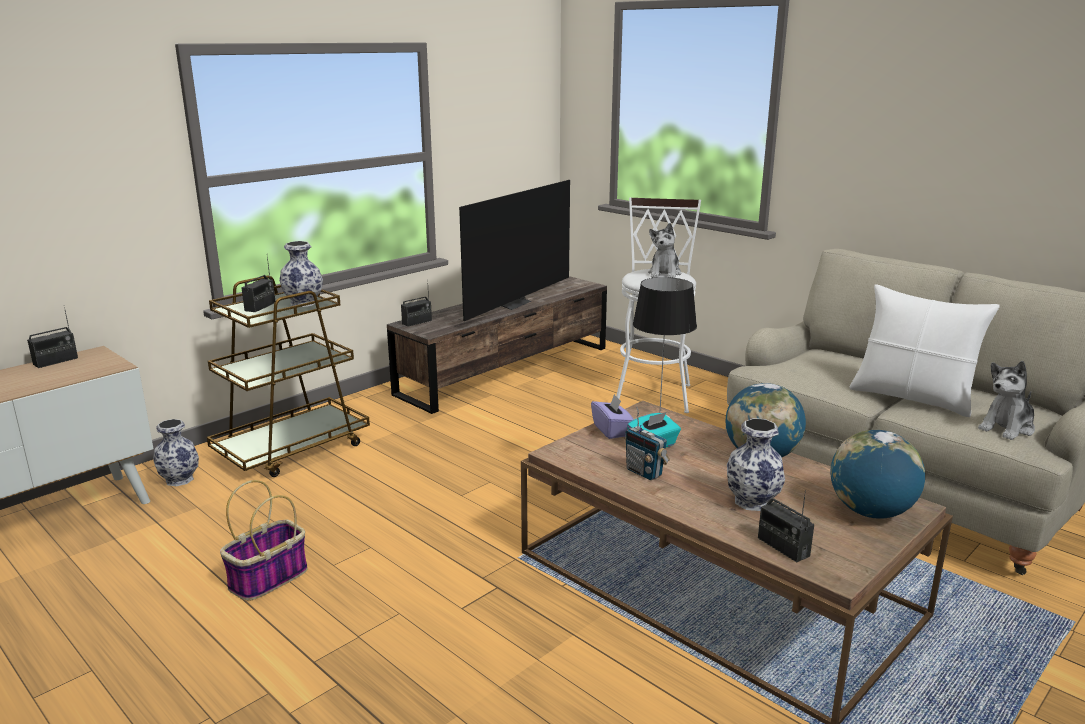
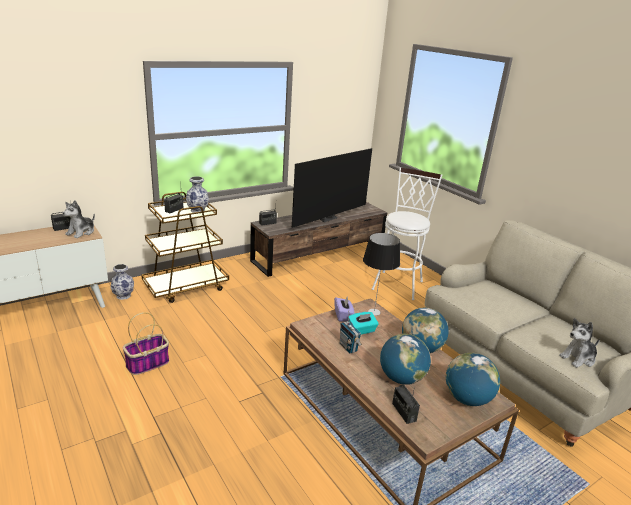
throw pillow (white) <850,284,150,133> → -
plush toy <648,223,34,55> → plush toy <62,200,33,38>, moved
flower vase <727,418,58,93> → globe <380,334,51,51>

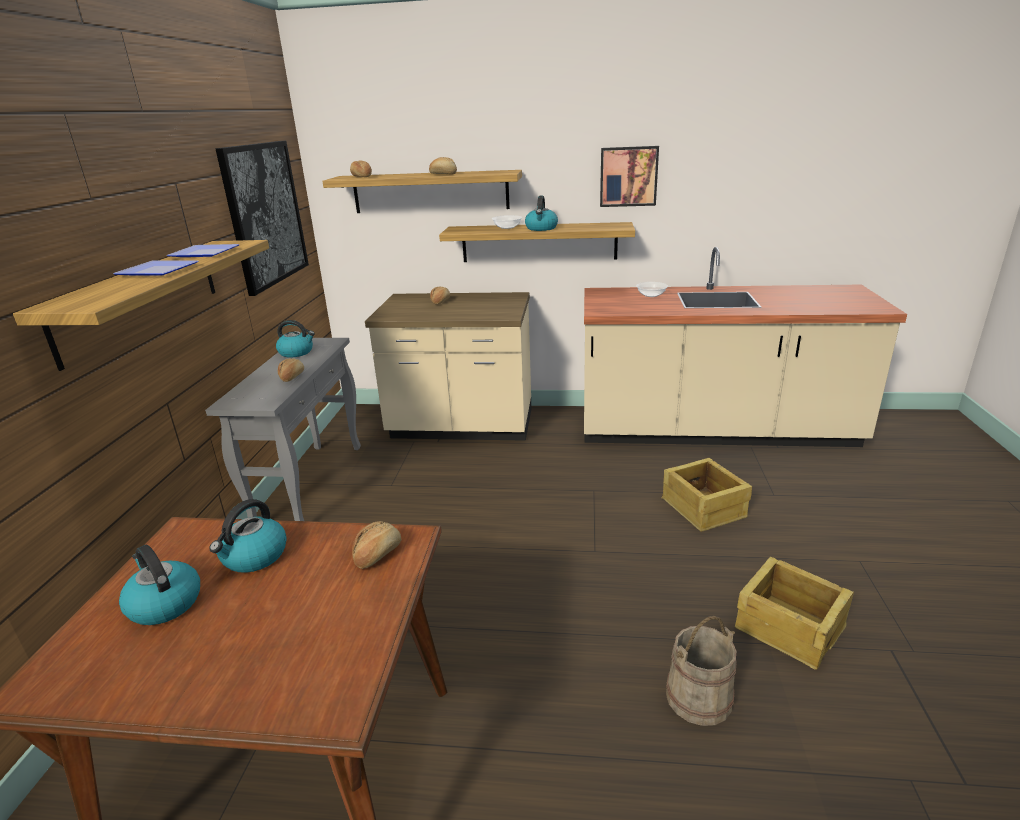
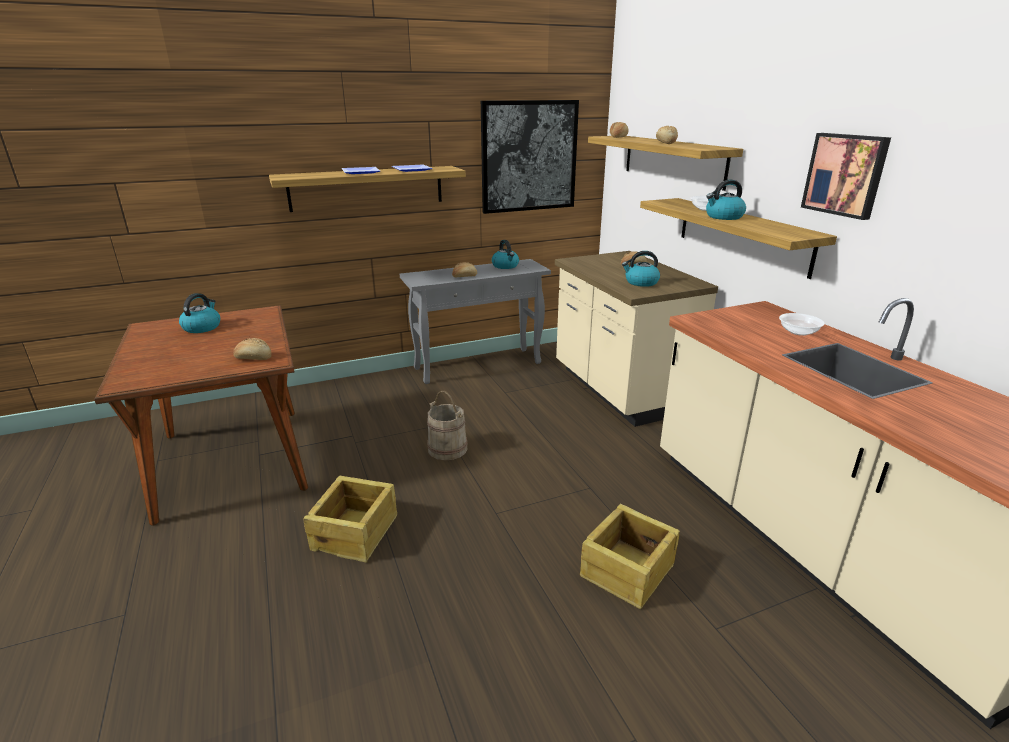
tea kettle <209,499,78,73> → tea kettle <622,251,38,36>, moved
bucket (sand-coloured) <666,616,70,110> → bucket (sand-coloured) <427,391,41,69>, moved
shipping crate <735,557,119,113> → shipping crate <303,476,94,87>, moved

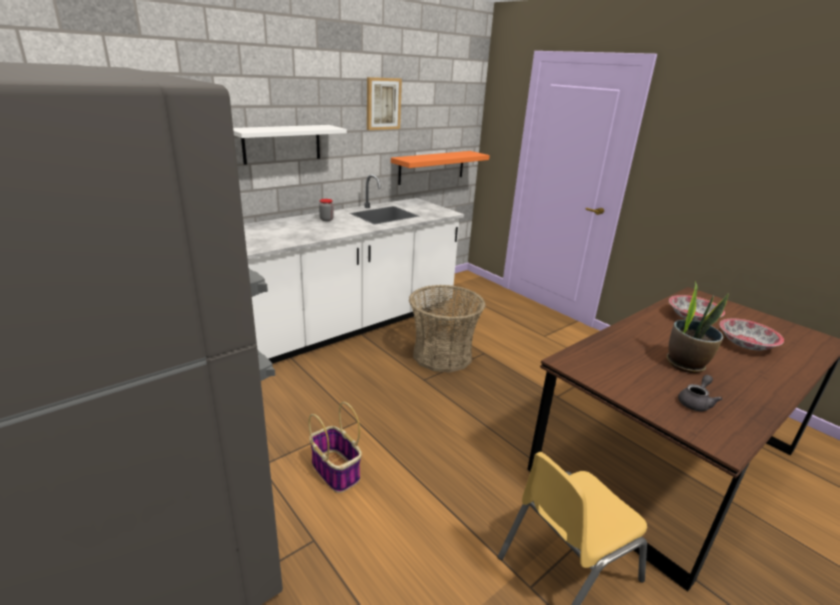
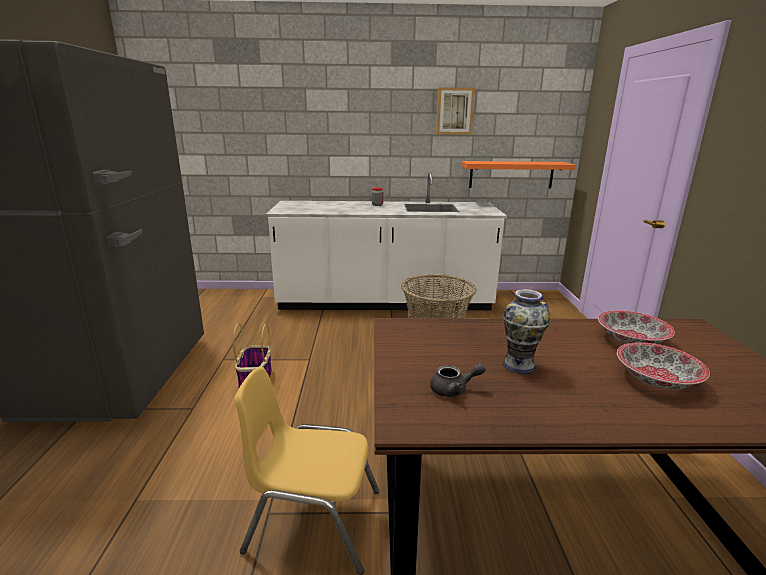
shelf (white) <233,125,114,40> → -
houseplant <667,282,62,91> → flower vase <502,289,49,85>

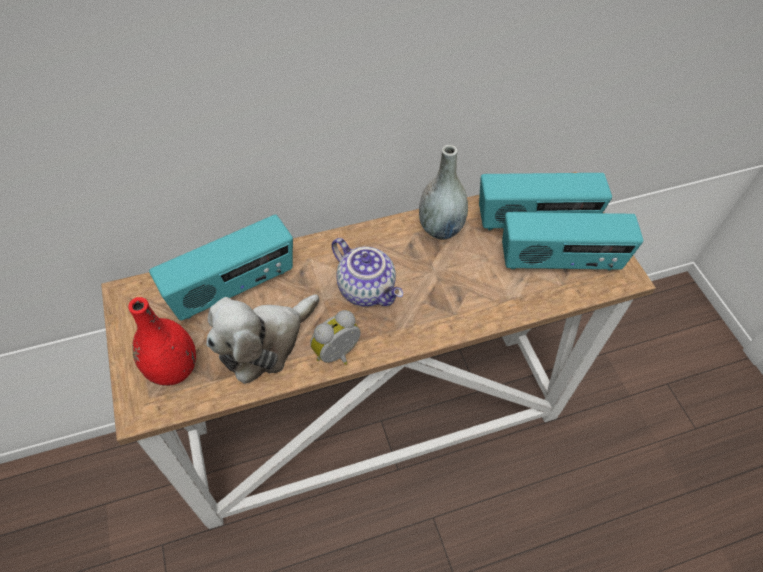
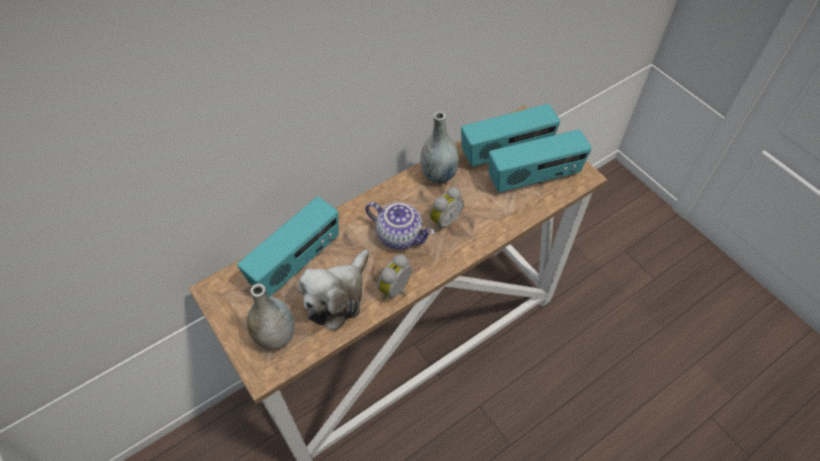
- → bedside clock <430,187,34,45>
flower vase (red) <128,297,68,89> → flower vase (greyish) <247,284,48,66>

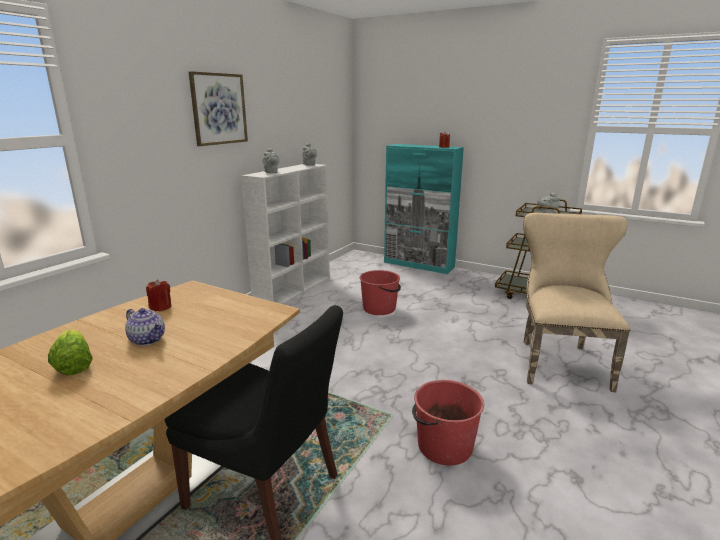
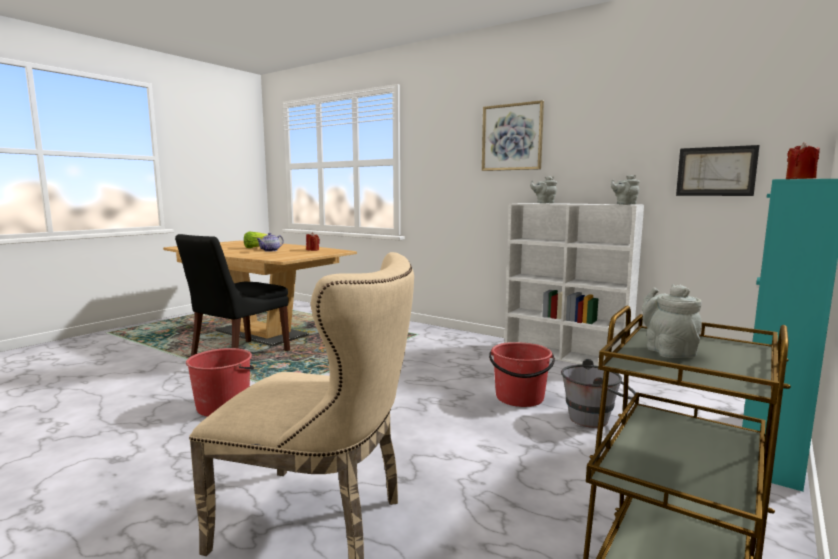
- → bucket (greyish) <561,359,75,69>
- → wall art <676,145,84,51>

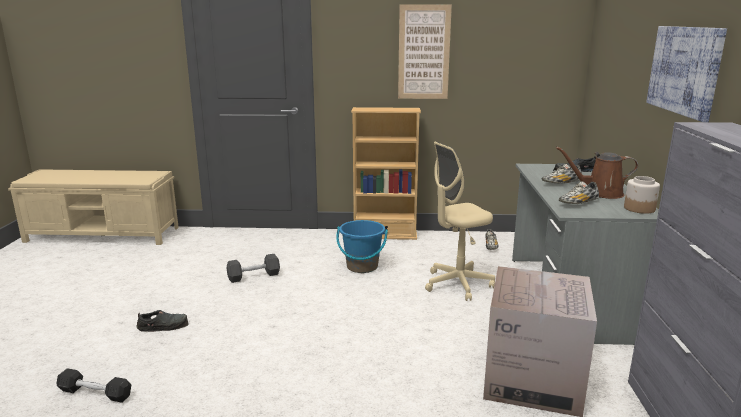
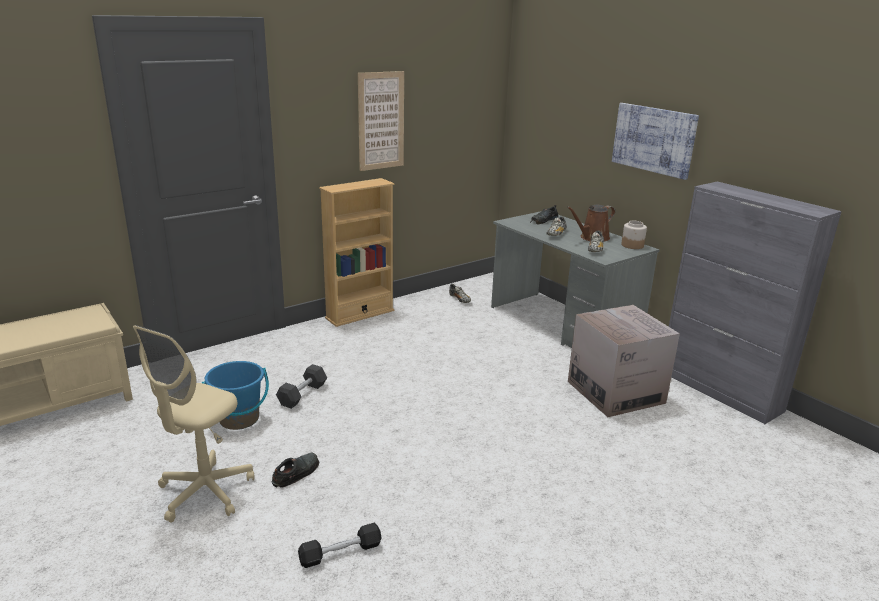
bucket (blue) <336,220,52,53> → bucket (blue) <202,361,67,69>, moved
desk chair (sand-coloured) <425,142,70,159> → desk chair (sand-coloured) <133,325,122,197>, moved

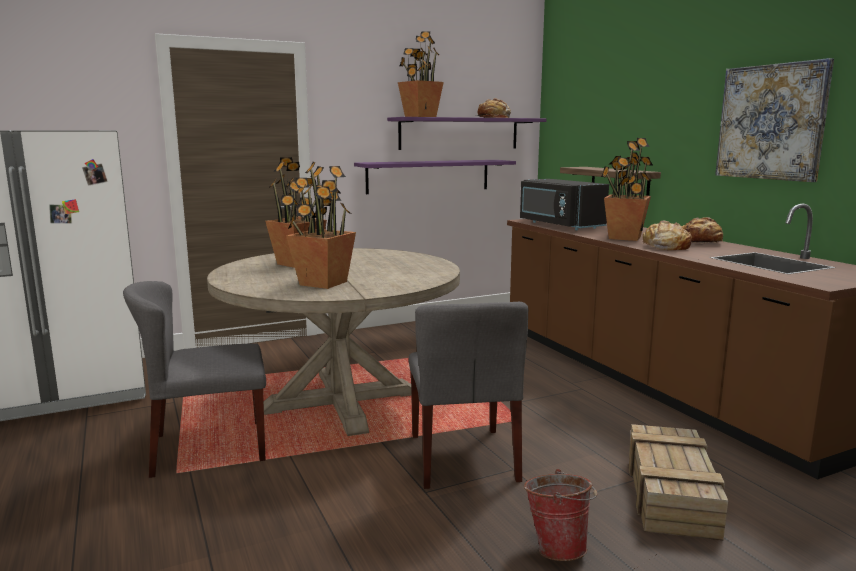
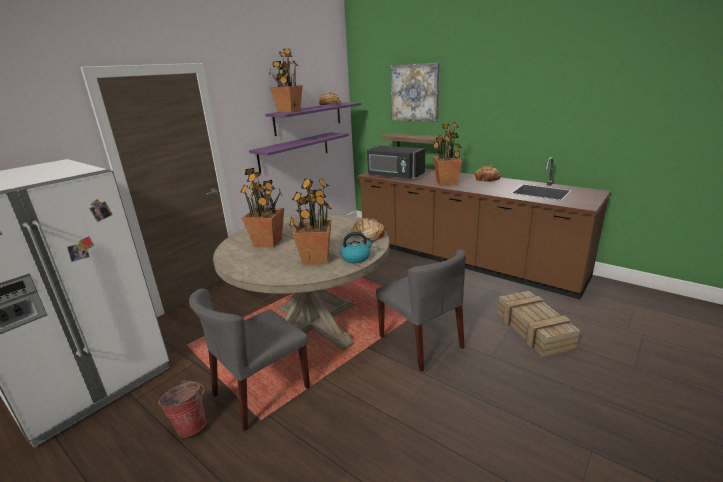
- → tea kettle <341,232,33,31>
bucket <524,469,74,92> → bucket <158,380,49,58>, moved
bread <642,221,51,29> → bread <352,218,33,24>, moved
wall art <715,58,119,124> → wall art <391,63,49,59>, moved

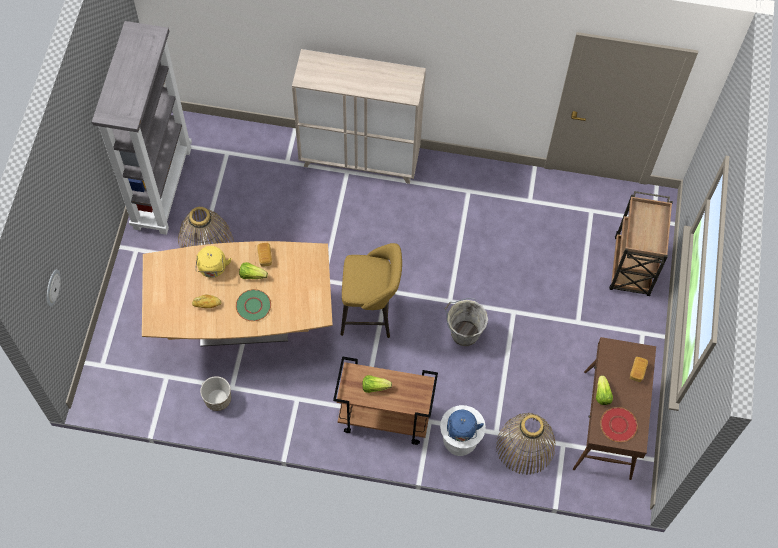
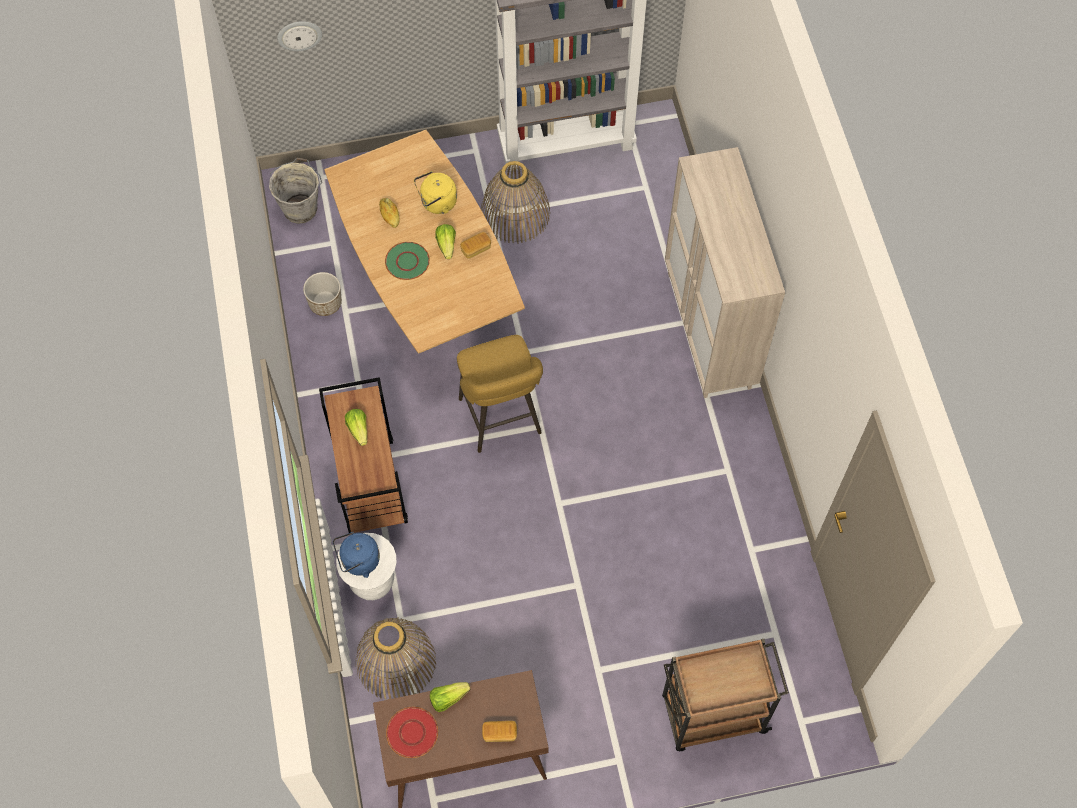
bucket (greyish) <445,298,43,48> → bucket (greyish) <269,158,53,66>, moved

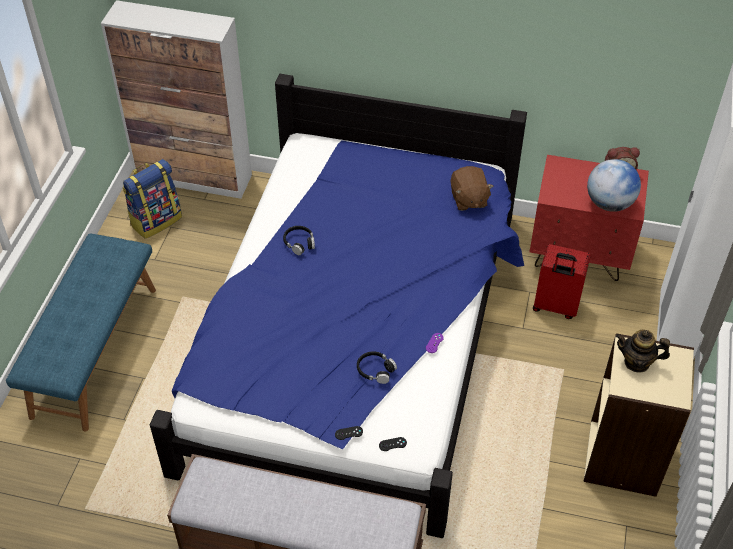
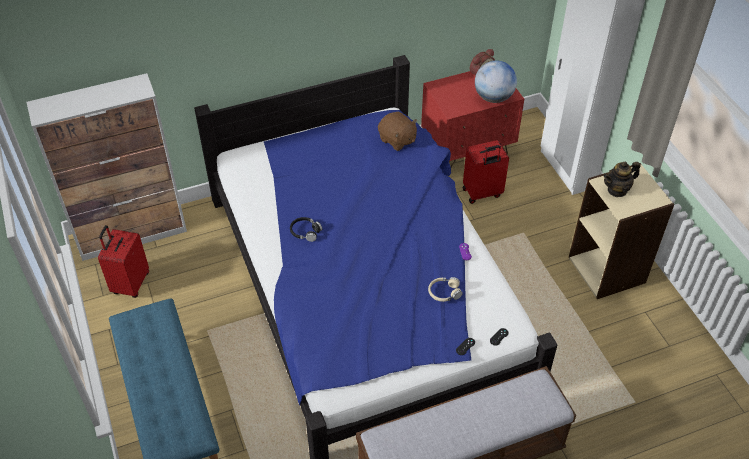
rucksack <122,159,60,80> → travel case (red) <98,225,51,73>
headset (blackish) <357,351,40,33> → headset (sand-coloured) <428,277,35,25>

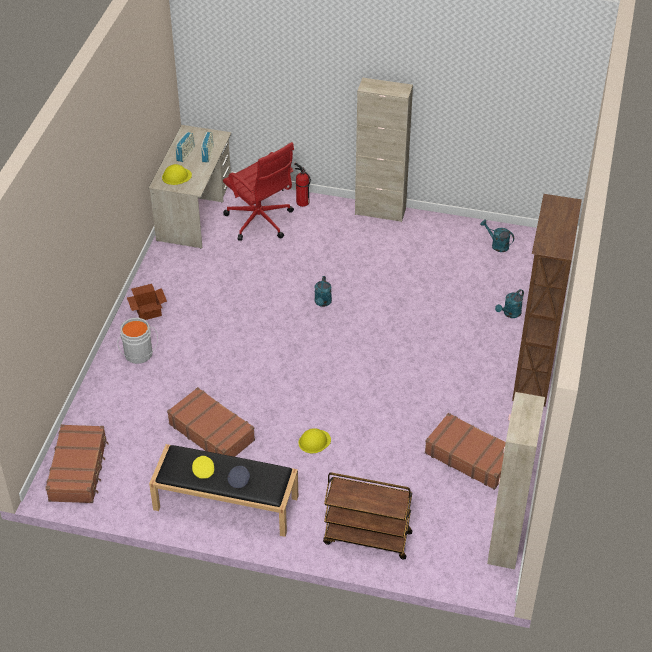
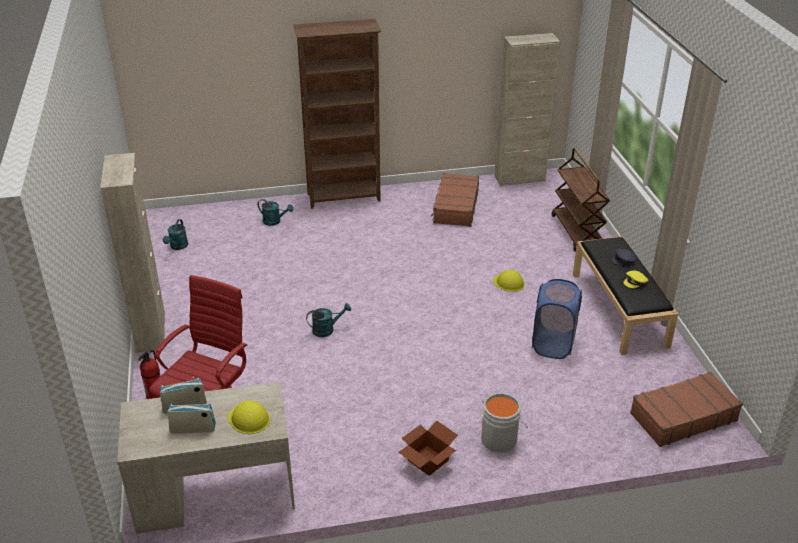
travel case (brown) <167,387,88,70> → laundry basket (blue) <532,279,50,80>

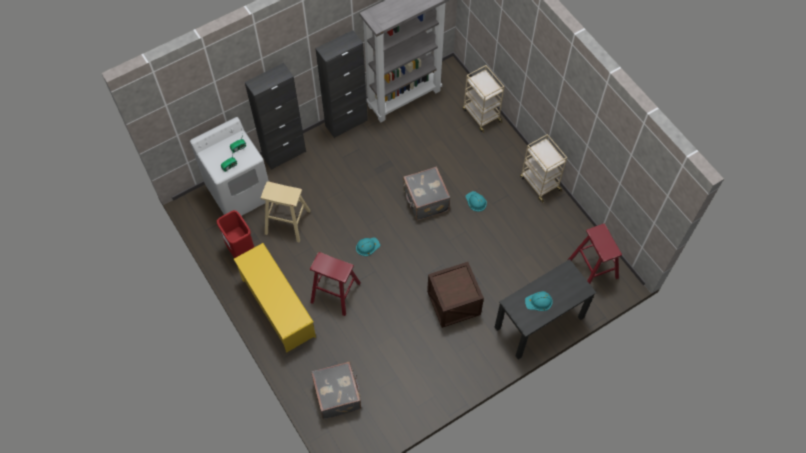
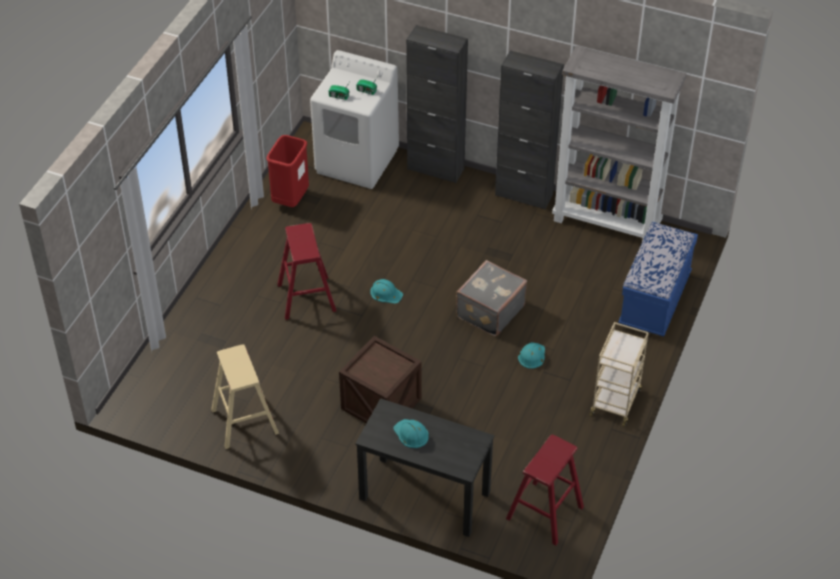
shoe rack (yellow) <234,243,82,109> → -
travel case (greyish) <311,362,50,57> → -
stool (sand-coloured) <261,181,50,61> → stool (sand-coloured) <211,344,68,105>, moved
wheeled cart (sand-coloured) <463,65,41,68> → long seat (blue) <618,222,80,114>

